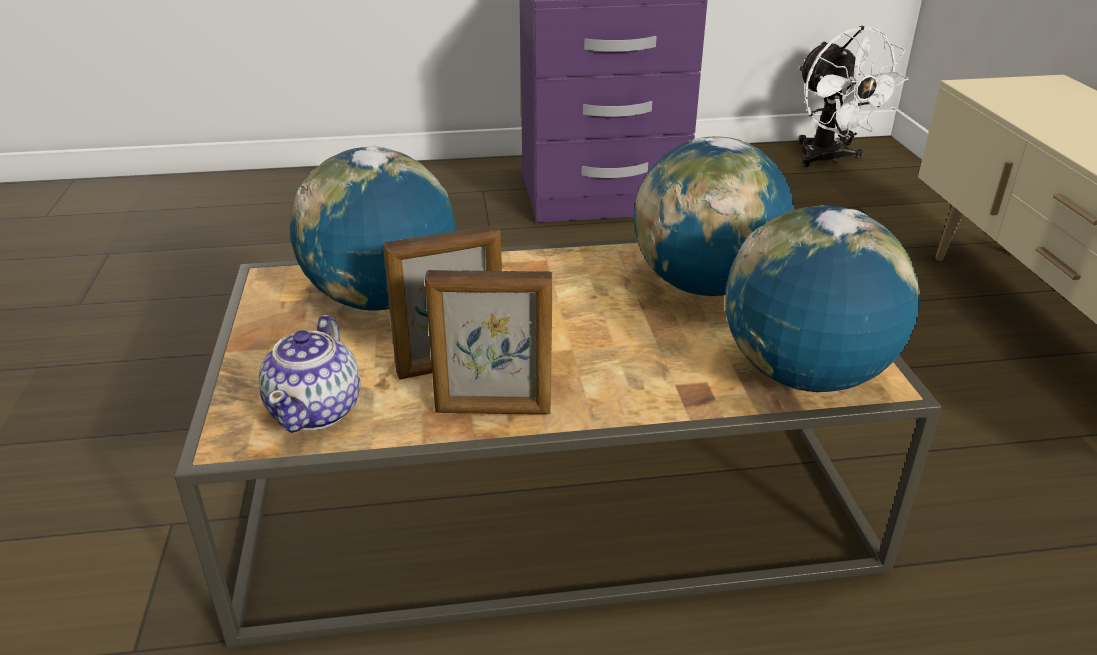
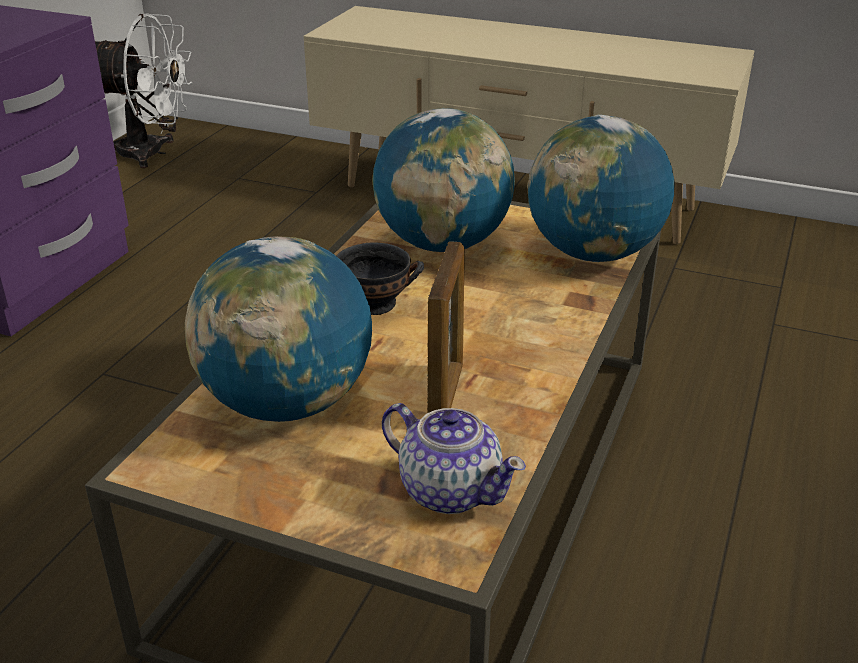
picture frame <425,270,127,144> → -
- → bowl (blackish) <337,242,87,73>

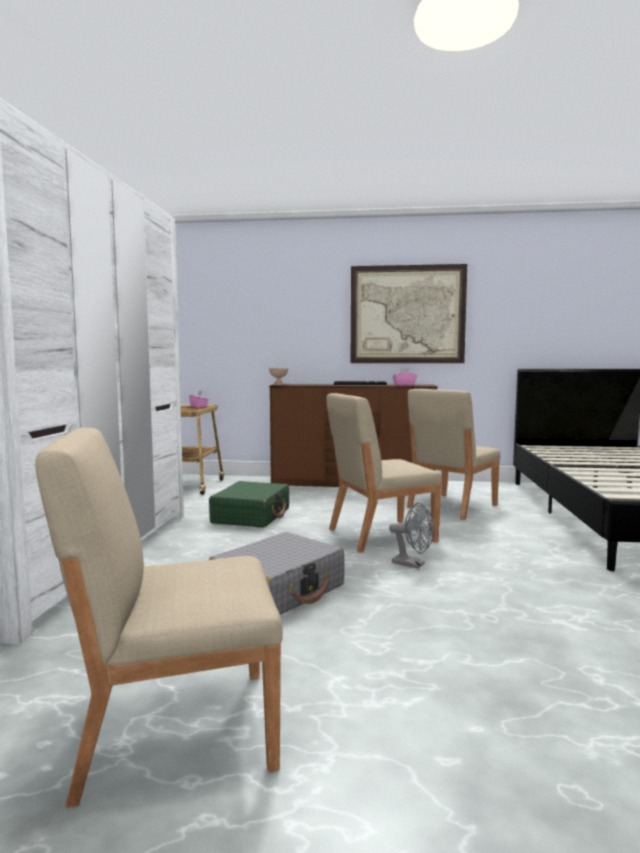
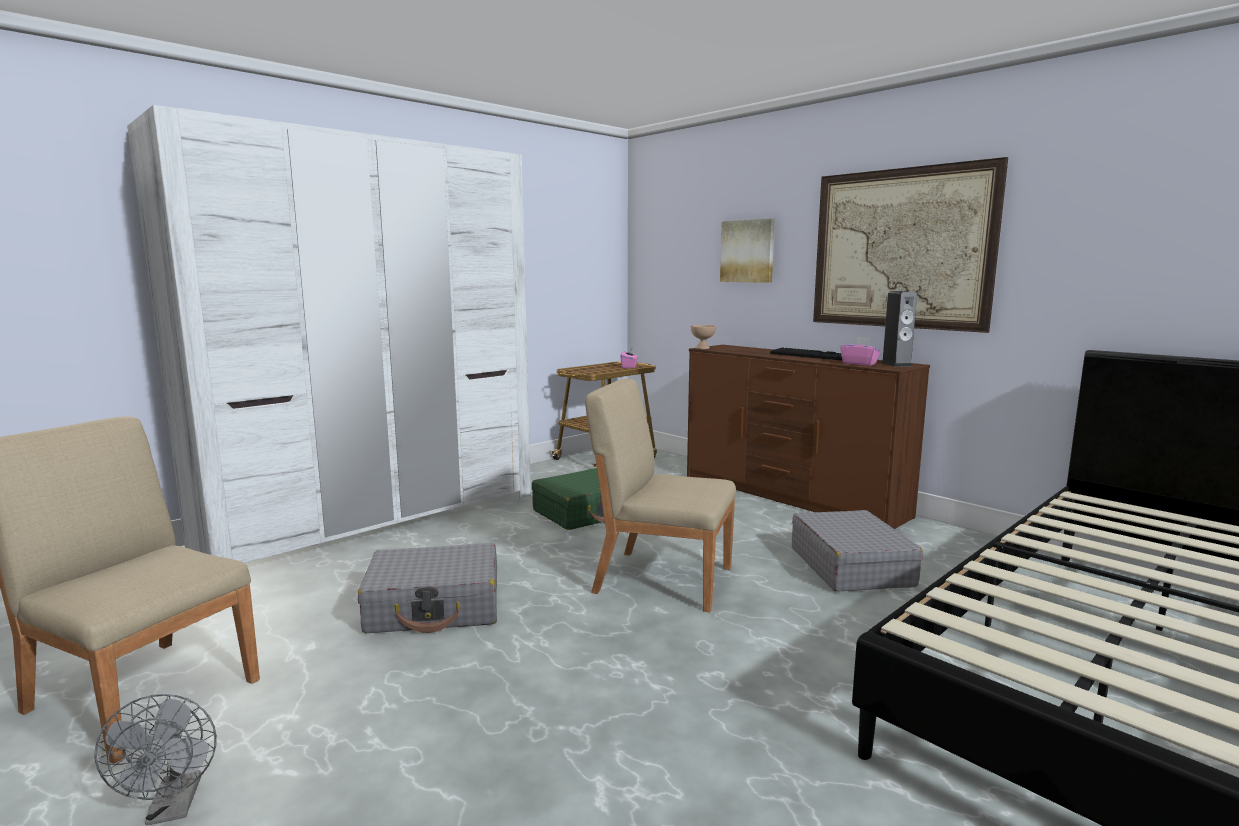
- → wall art <720,218,55,65>
- → speaker <881,291,36,76>
electric fan (greyish) <389,502,46,67> → electric fan (greyish) <94,694,123,132>, moved
upright chair (sand-coloured) <407,389,93,131> → travel case (greyish) <792,510,131,82>

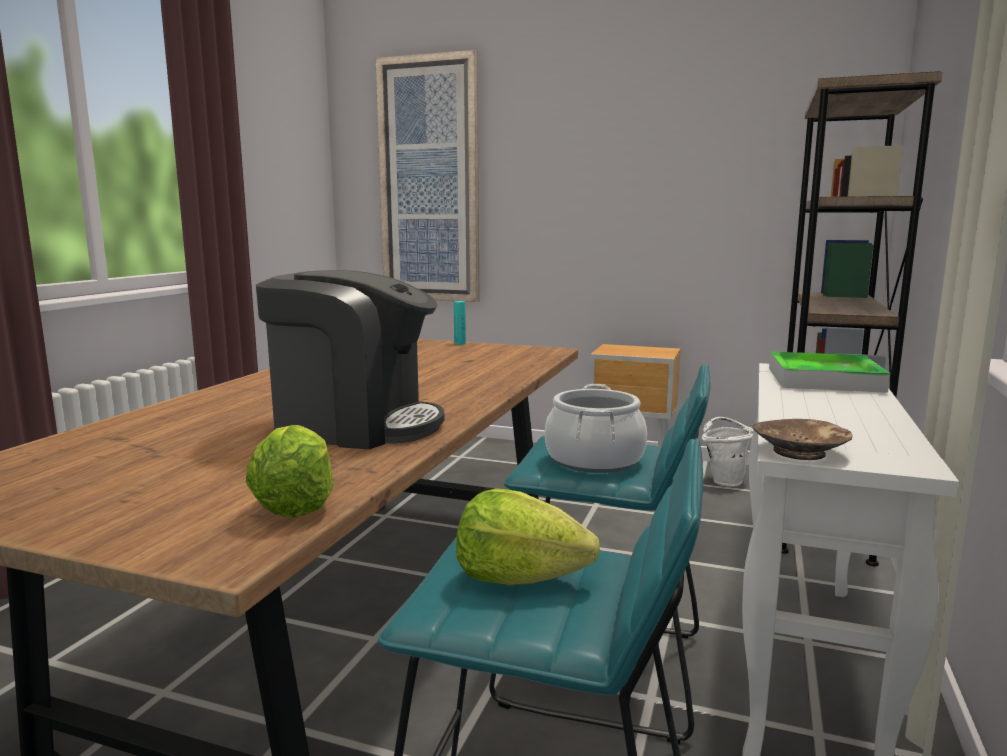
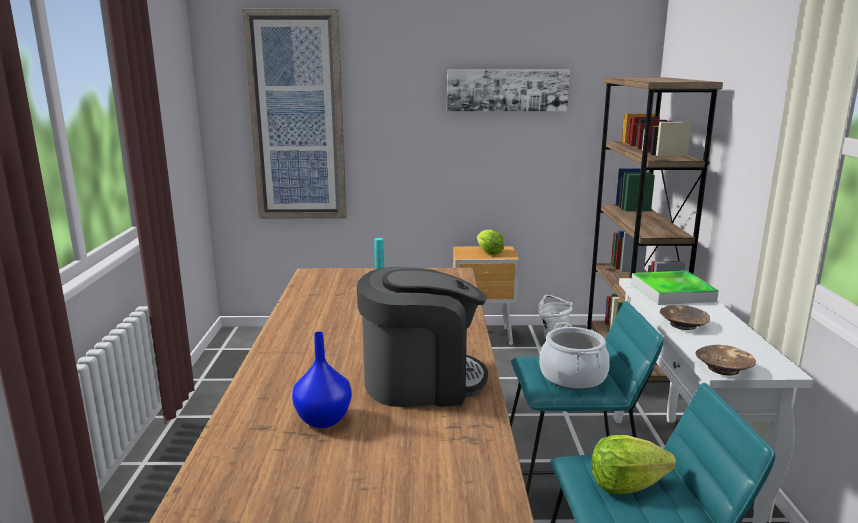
- → flower vase (blue) <292,332,60,96>
- → wall art <447,69,123,42>
- → bowl (brown) <660,305,50,25>
head of lettuce <246,425,88,93> → head of lettuce <477,229,27,26>, moved

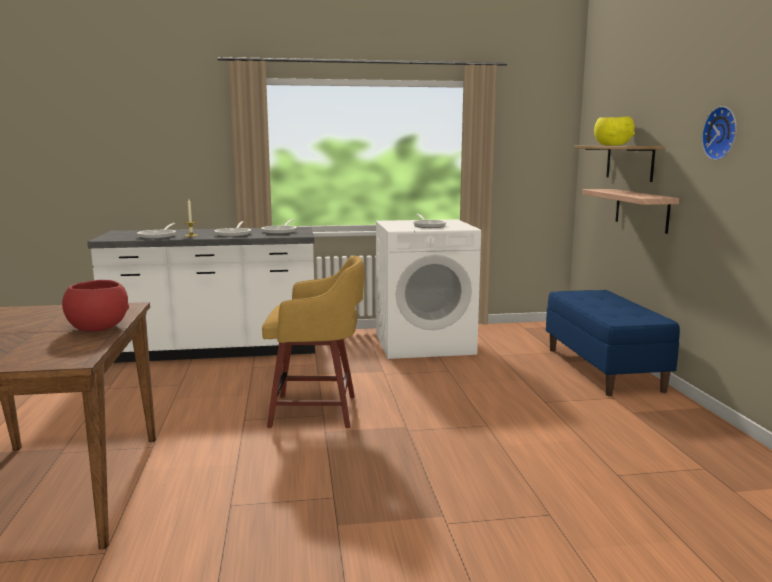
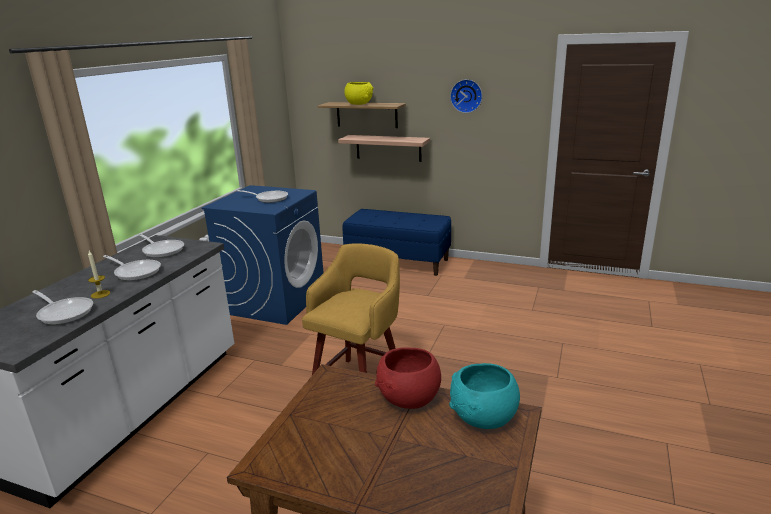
- → bowl (turquoise) <449,363,71,66>
laundry appliance (white) <376,219,105,140> → laundry appliance (blue) <201,185,123,140>

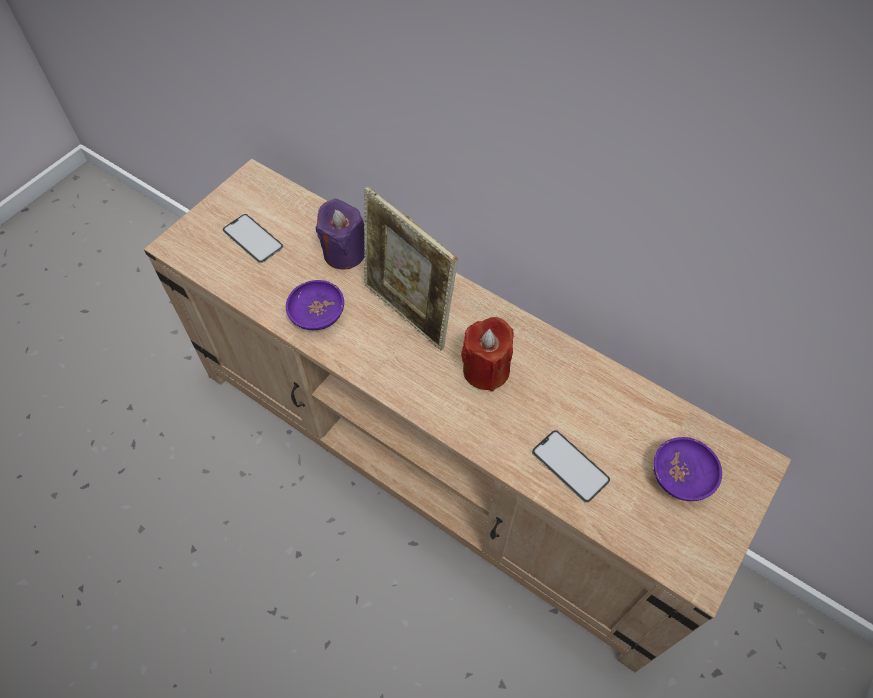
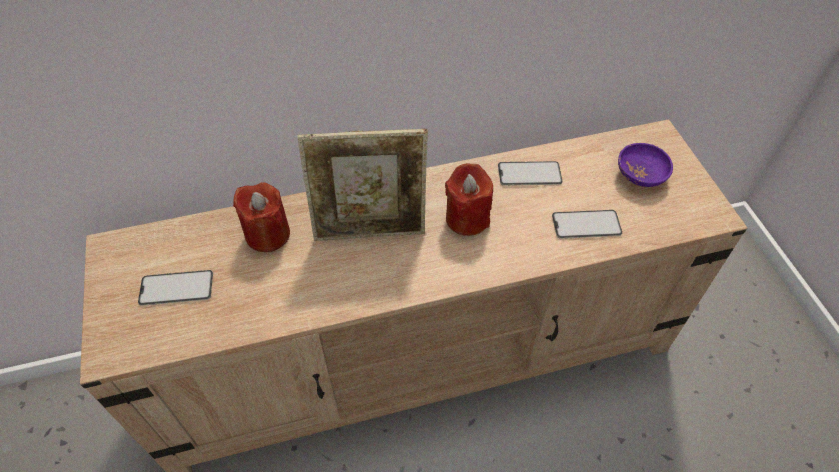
bowl (purple) <286,280,58,50> → -
- → telephone <498,161,64,25>
wax light (purple) <316,198,48,71> → wax light (red) <233,182,57,70>

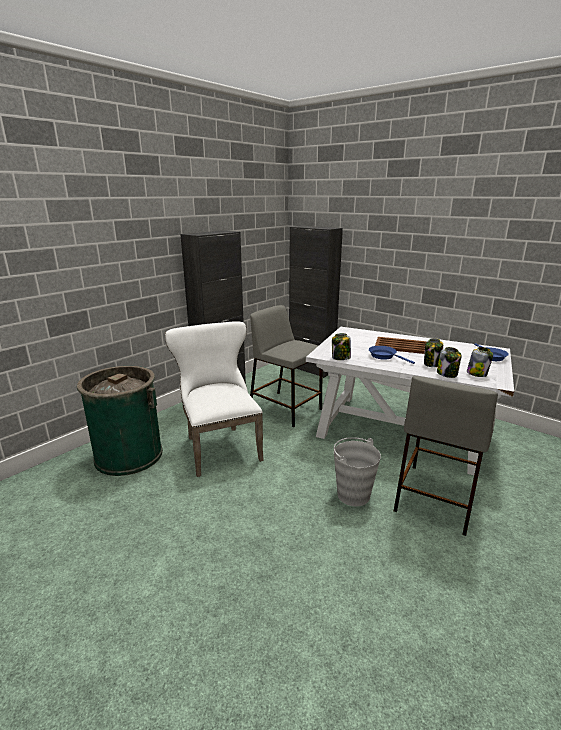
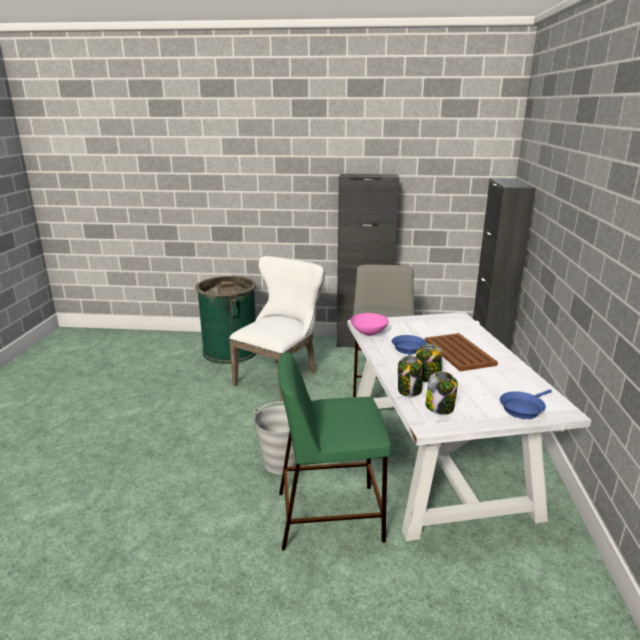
preserve jar <332,333,19,27> → bowl (pink-coloured) <350,313,39,23>
stool (greyish) <394,376,104,160> → stool (greenish) <278,352,113,199>

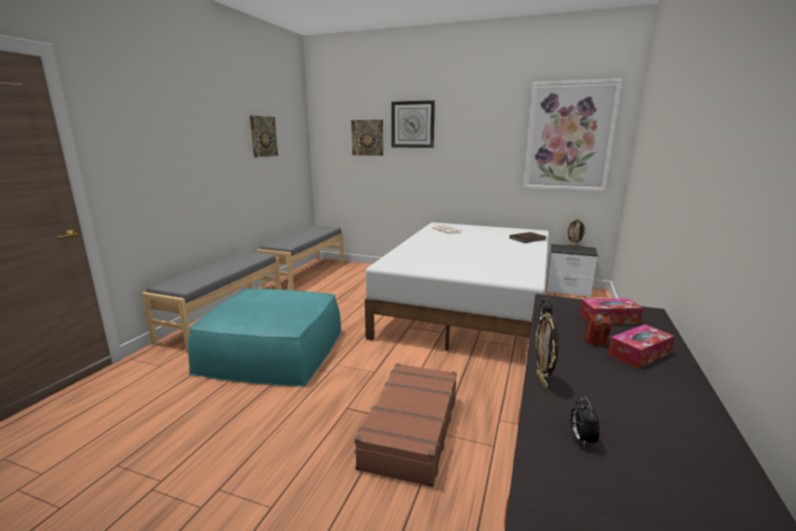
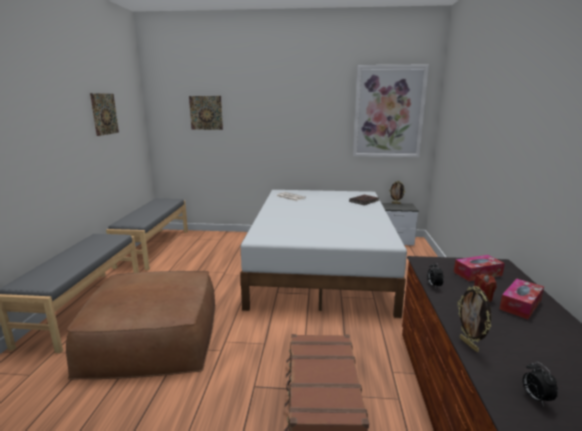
hanging clock <391,100,44,48> → -
footrest (turquoise) <188,289,154,98> → footrest (brown) <66,271,150,109>

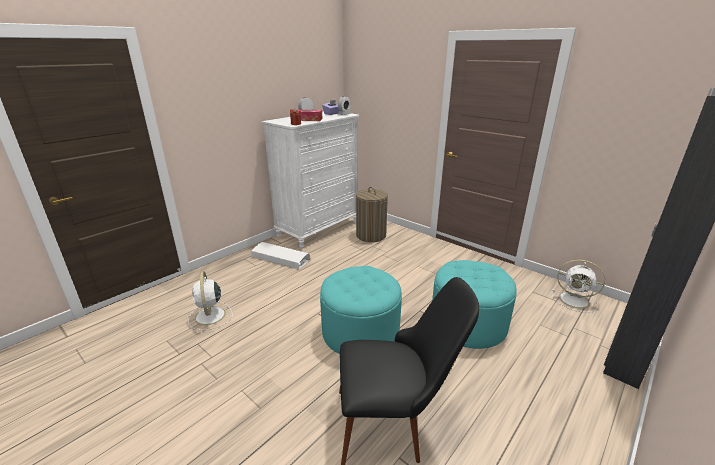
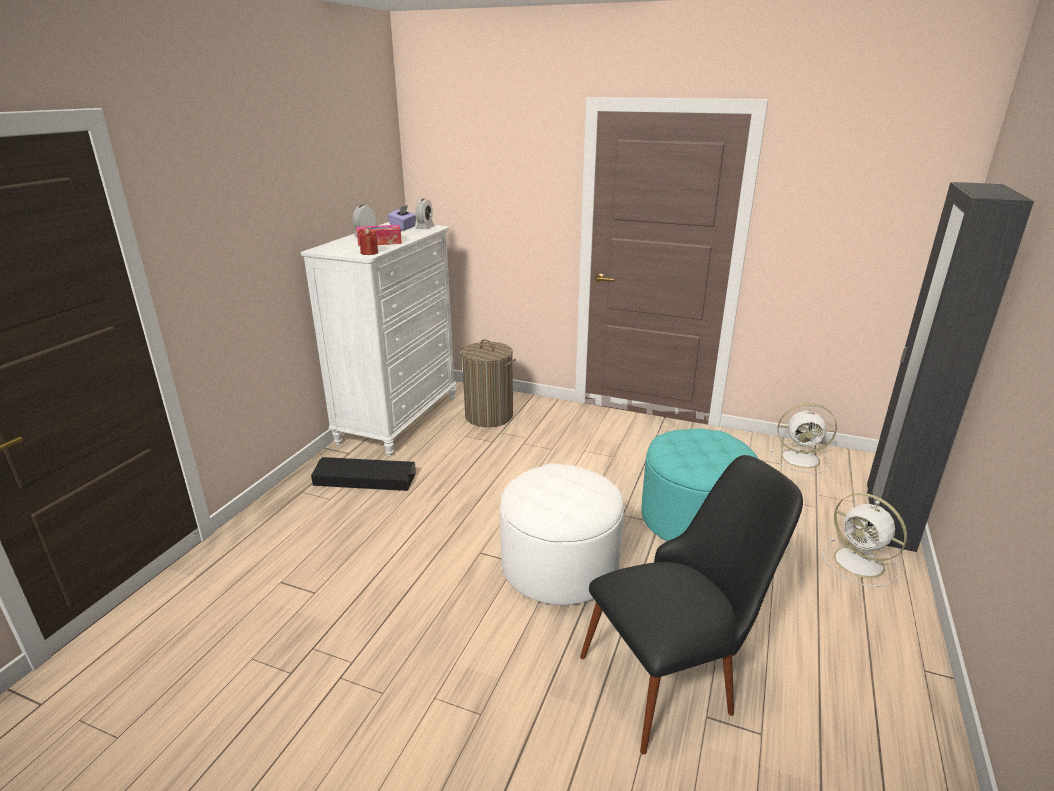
electric fan (white) <188,272,45,58> → electric fan (white) <822,493,85,94>, moved
storage container (white) <251,242,58,27> → storage container (blackish) <311,457,105,34>
footrest (turquoise) <320,266,82,88> → footrest (white) <500,463,124,142>

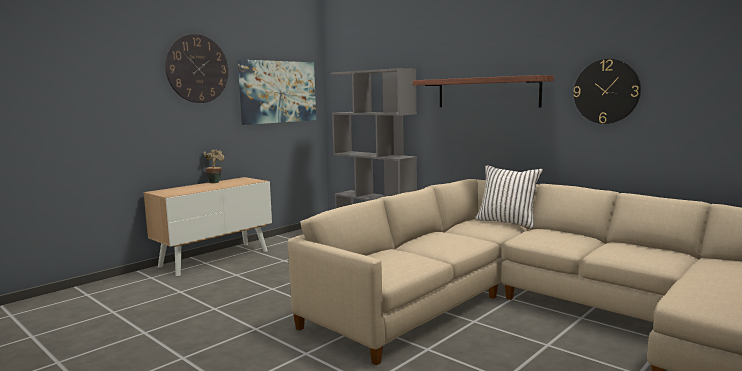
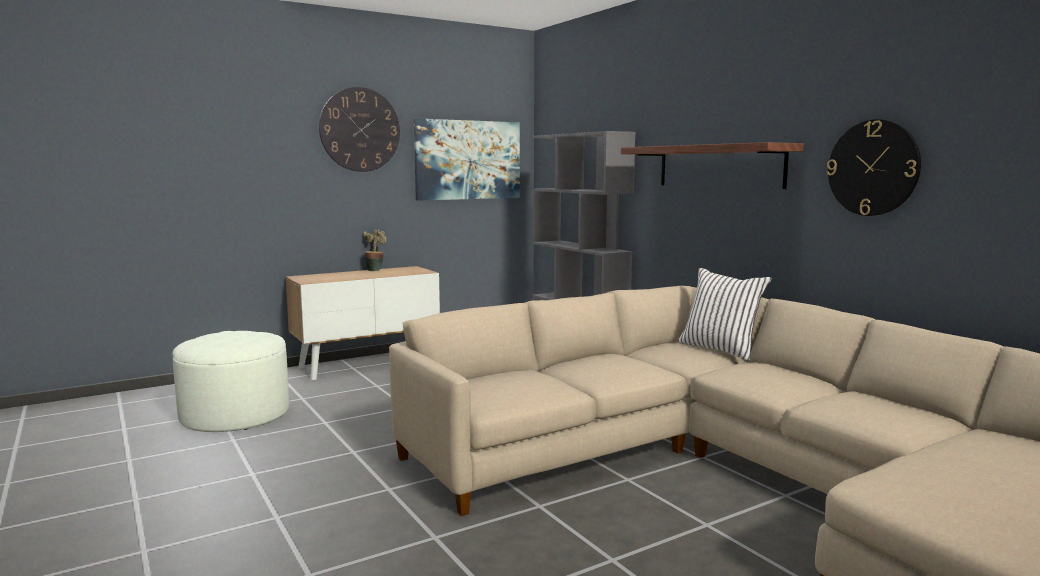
- → footrest (white) <172,331,117,101>

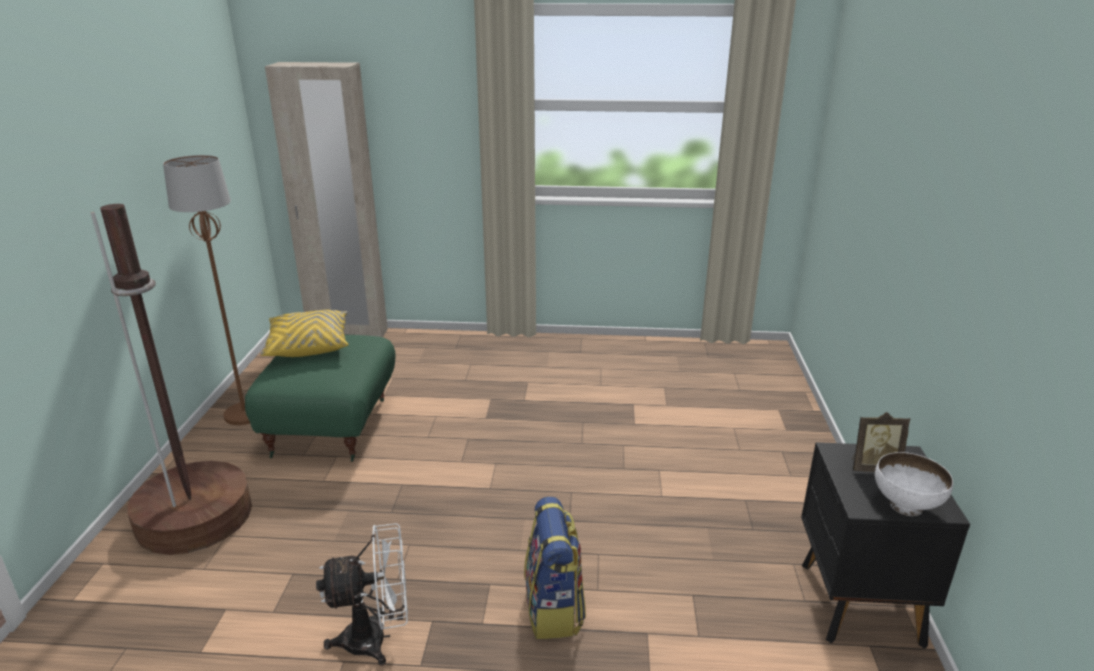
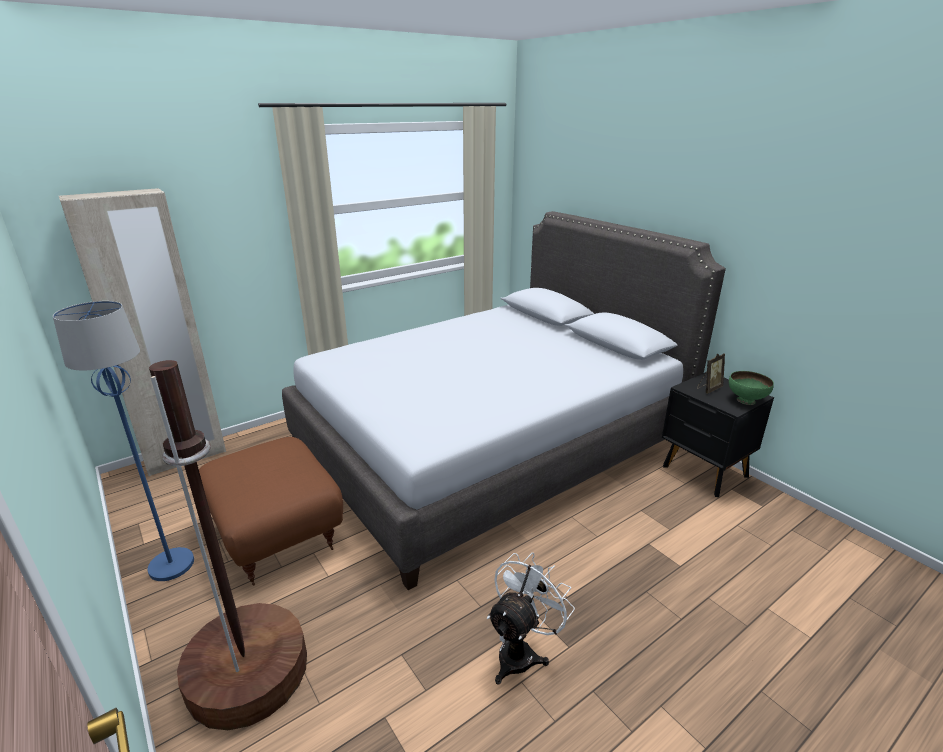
throw pillow (yellow) <260,310,89,47> → -
rucksack <524,497,62,142> → -
- → sleeping bed (greyish) <282,211,444,379>
standing lamp (brown) <163,155,87,270> → standing lamp (blue) <53,301,141,280>
footrest (greenish) <245,335,151,127> → footrest (brown) <199,437,144,149>
bowl (white) <875,452,78,64> → bowl (greenish) <729,371,45,34>

